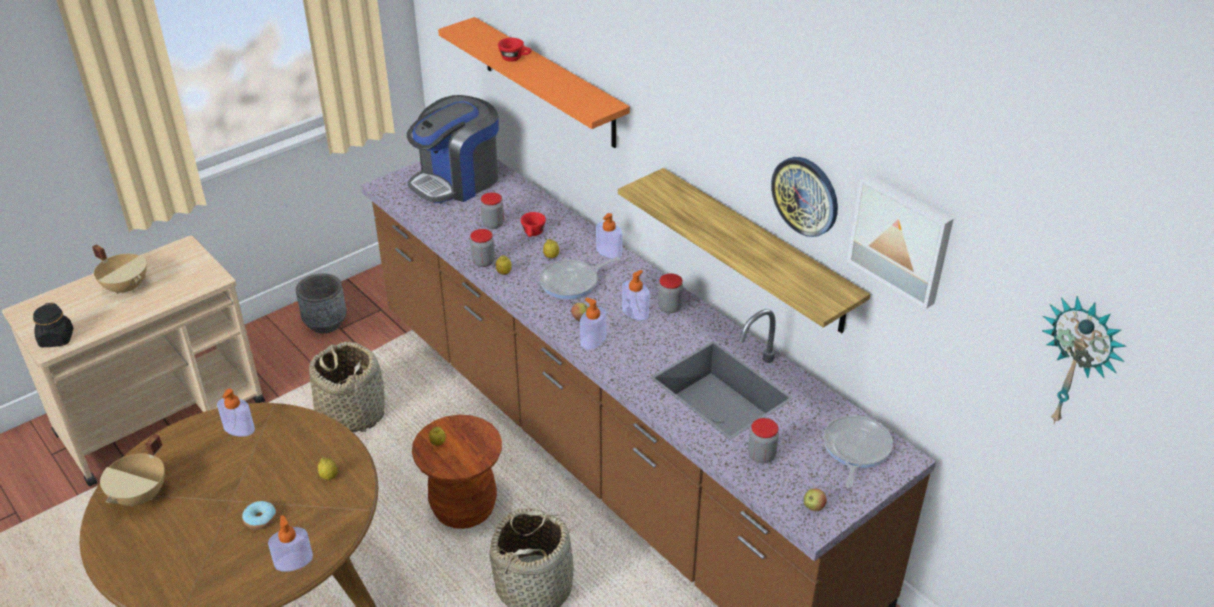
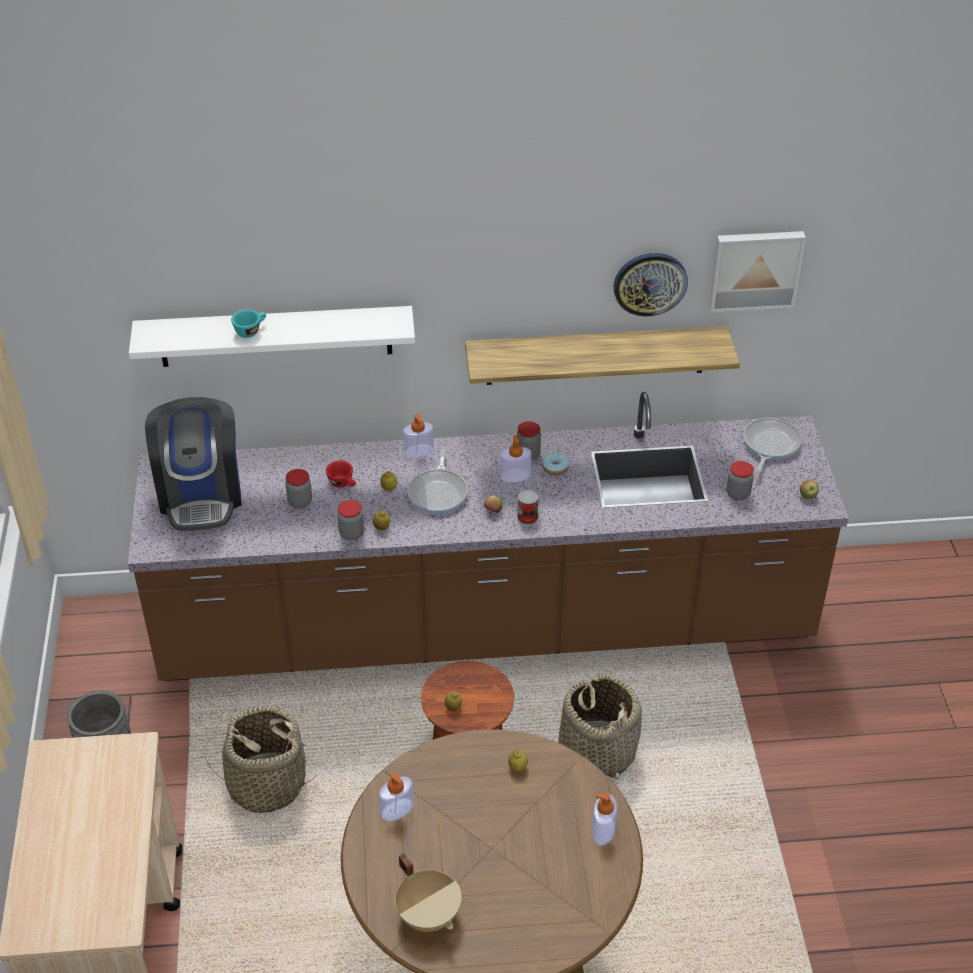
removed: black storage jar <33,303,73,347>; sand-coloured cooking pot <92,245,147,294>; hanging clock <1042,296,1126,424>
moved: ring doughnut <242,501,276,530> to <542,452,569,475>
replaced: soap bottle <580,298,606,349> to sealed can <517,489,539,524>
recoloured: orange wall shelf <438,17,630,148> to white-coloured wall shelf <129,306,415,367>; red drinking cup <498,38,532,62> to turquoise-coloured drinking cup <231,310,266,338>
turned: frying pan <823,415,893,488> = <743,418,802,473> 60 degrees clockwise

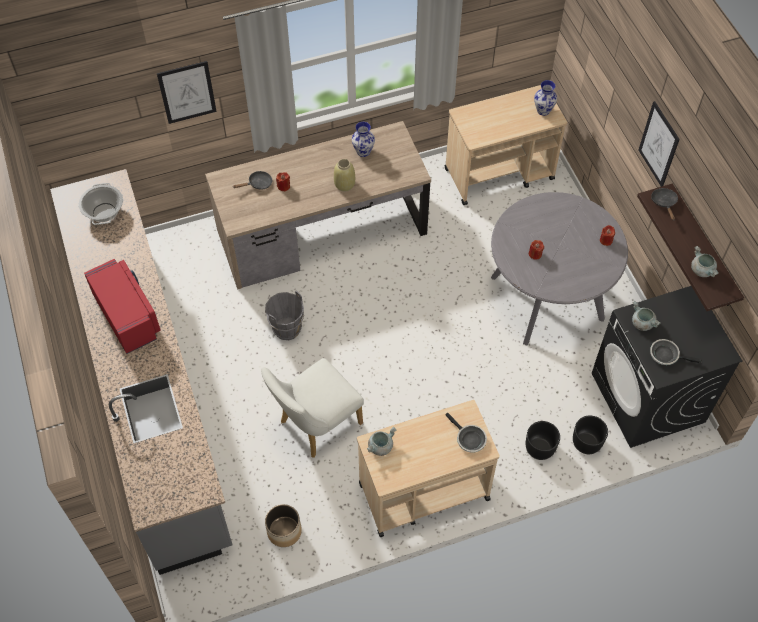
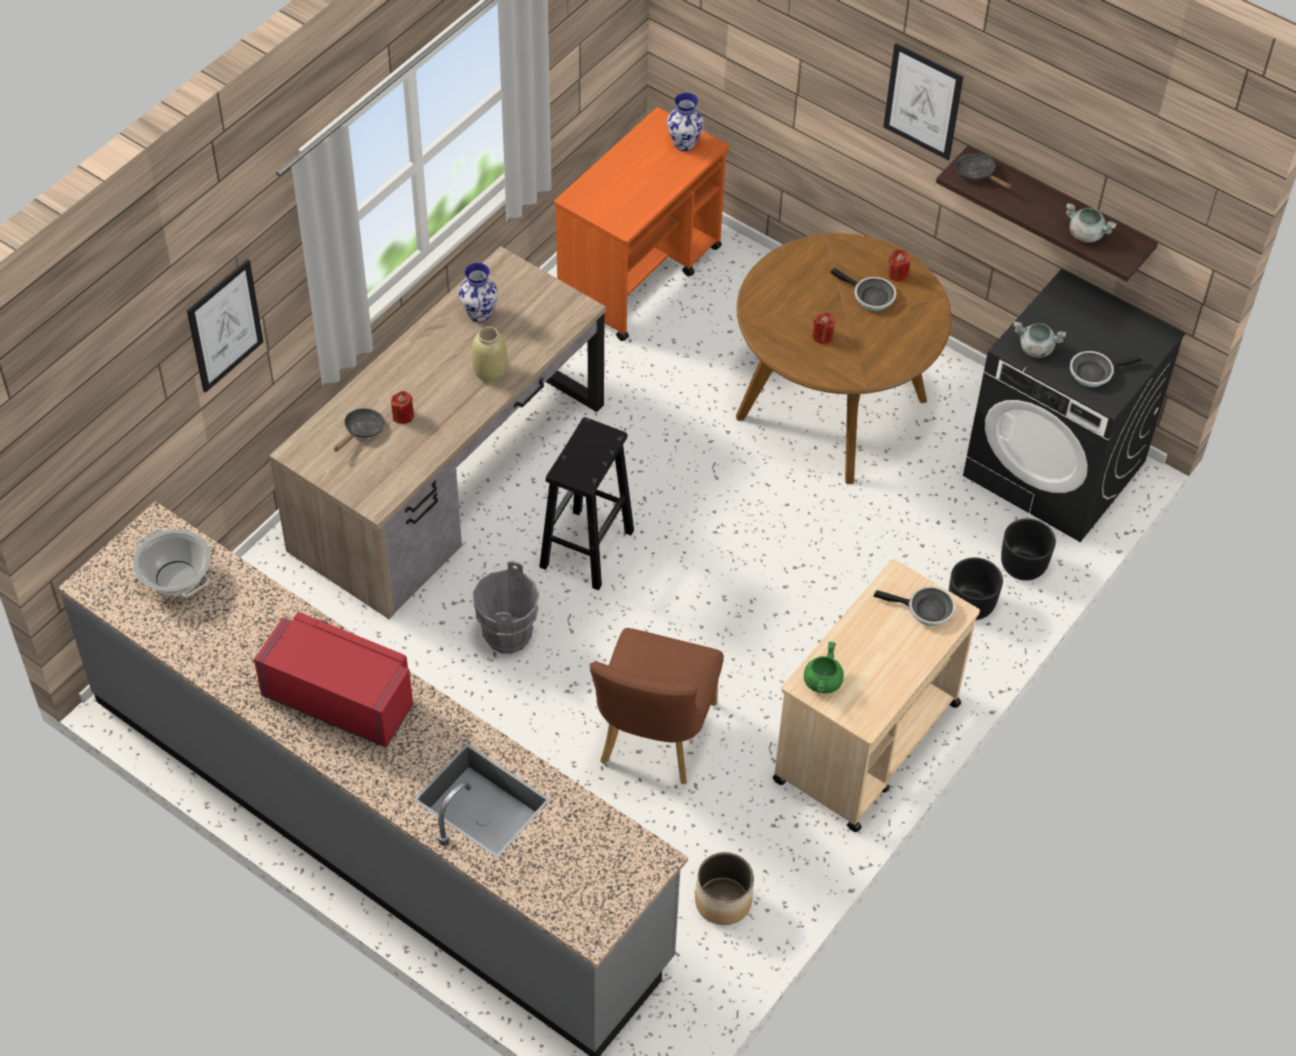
added: black stool <539,417,634,591>; frying pan <831,268,896,311>
recoloured: sand-coloured trolley <444,85,568,205> to orange trolley <554,107,729,341>; white-coloured upright chair <261,358,364,458> to brownish upright chair <590,628,724,784>; grey kitchen table <491,192,628,345> to brownish kitchen table <736,233,952,484>; grey cooking pot <367,427,397,456> to green cooking pot <804,641,844,694>

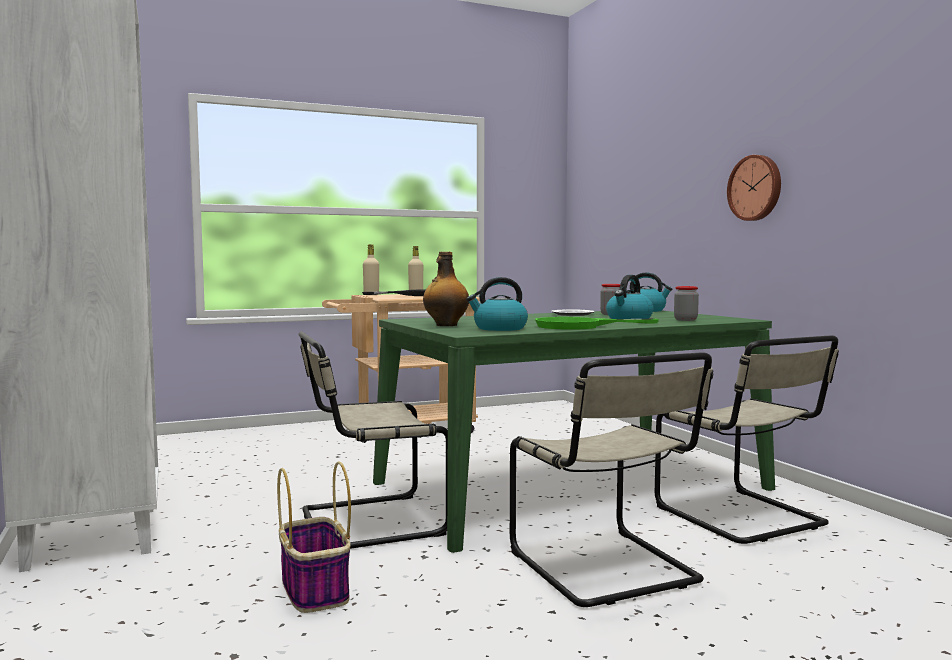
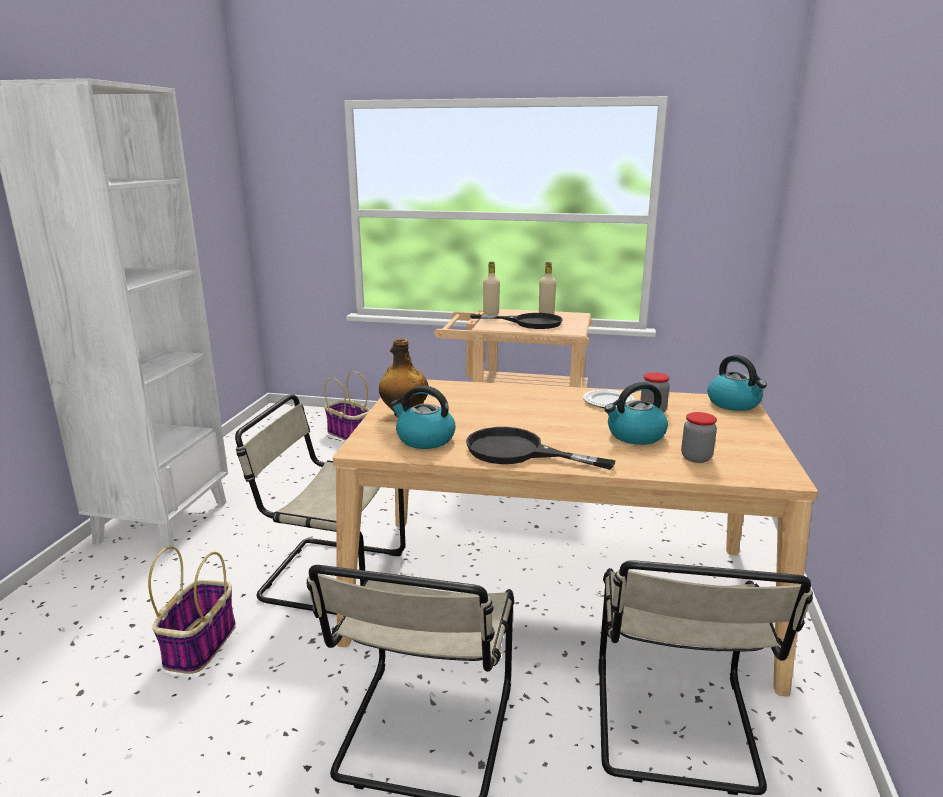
removed: hanging clock <727,155,781,221>
added: storage basket <324,371,370,441>
recoloured: green kitchen table <373,311,775,553> to sand-coloured kitchen table <333,380,818,697>; green frying pan <535,317,659,330> to black frying pan <466,427,616,470>

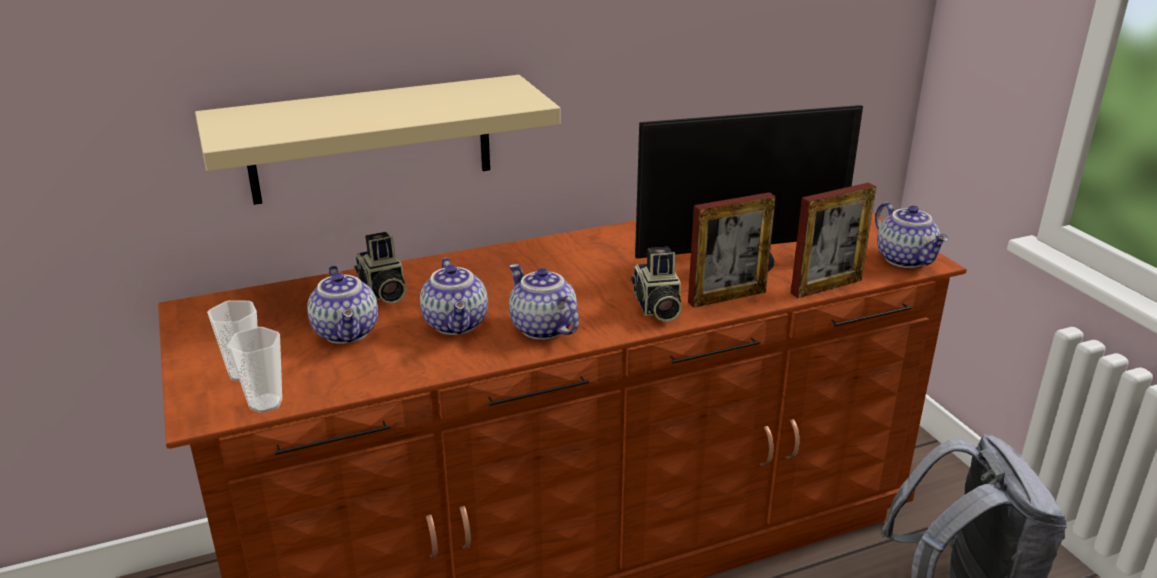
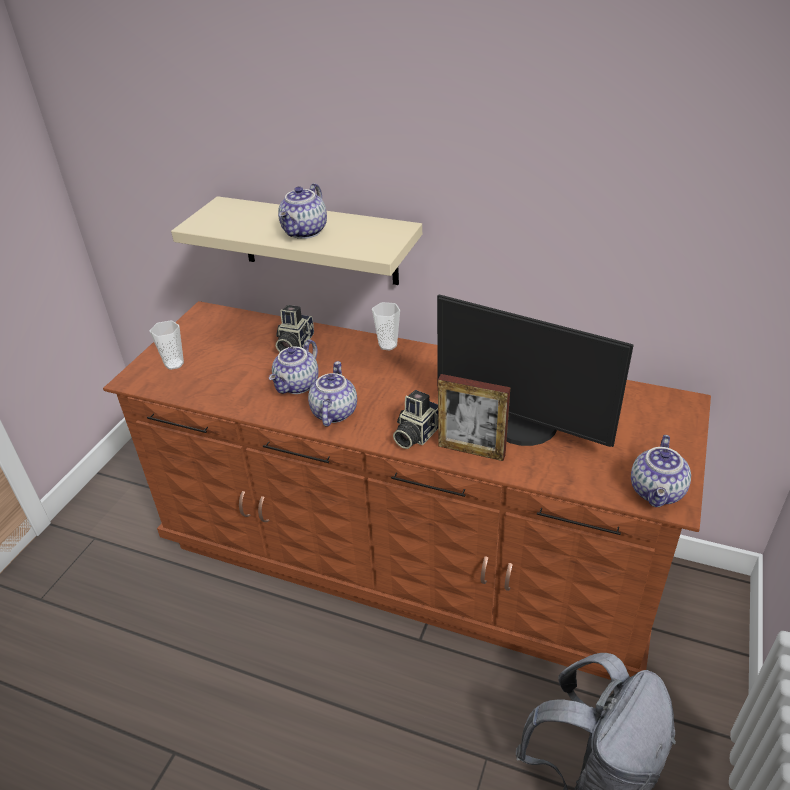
removed: picture frame <791,183,876,298>
moved: pot for tea <307,266,378,344> to <278,183,327,239>; drinking cup <227,327,282,413> to <372,302,400,350>

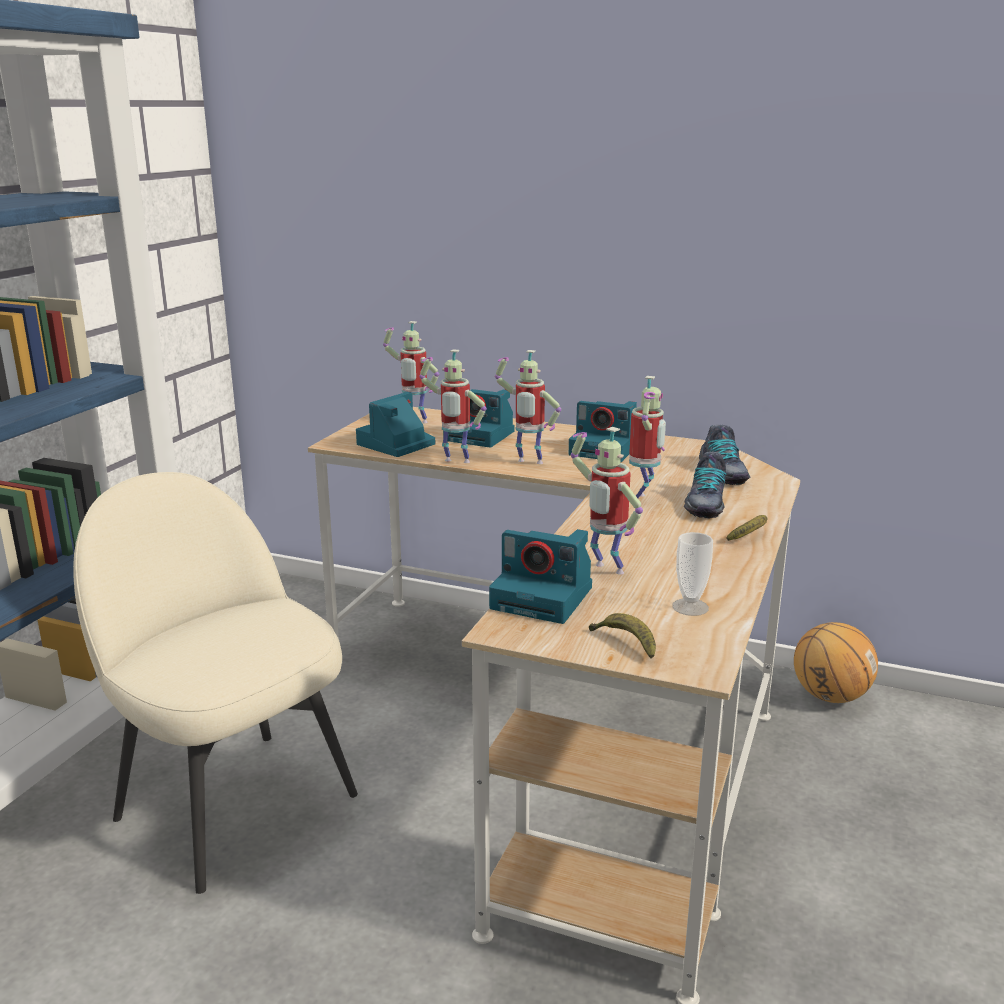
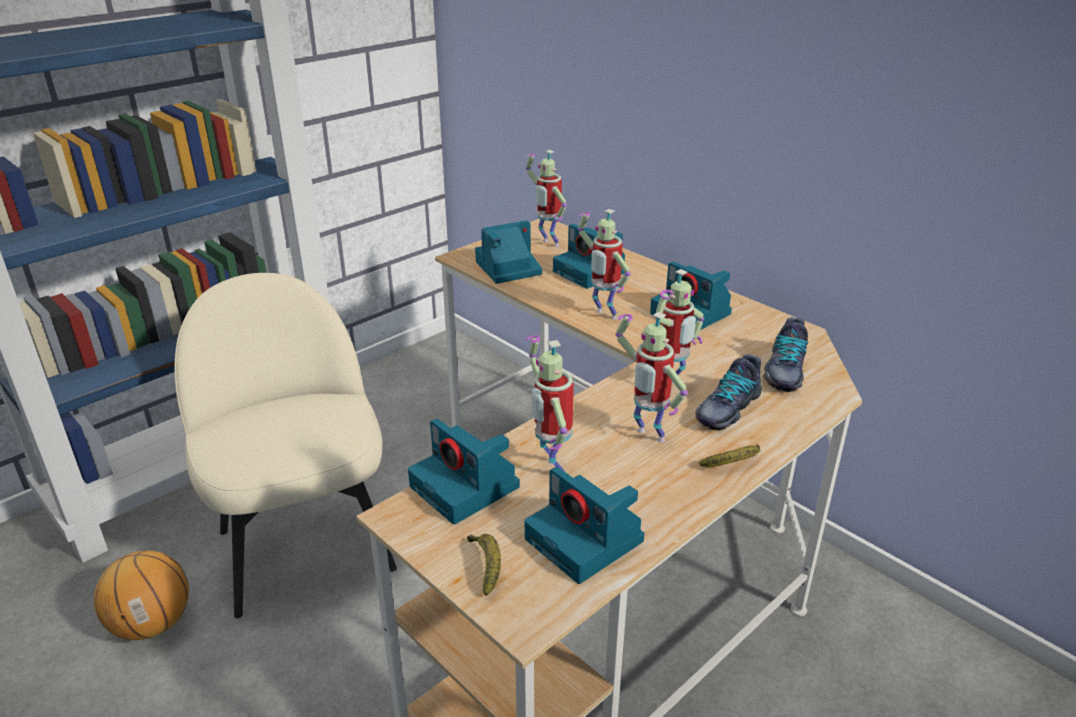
moved: ball for basketball <794,622,878,703> to <94,551,189,640>; robot figure <419,349,487,463> to <616,312,688,443>
replaced: drinking cup <672,532,713,616> to photo camera <524,466,644,584>

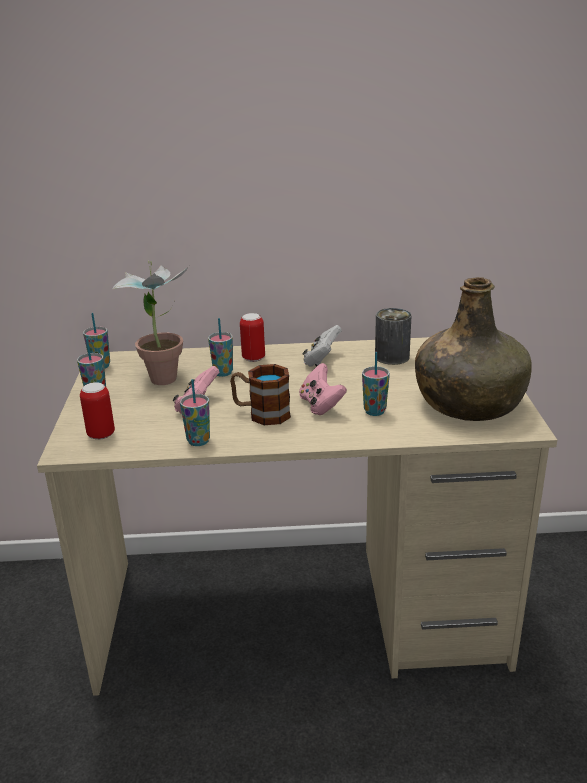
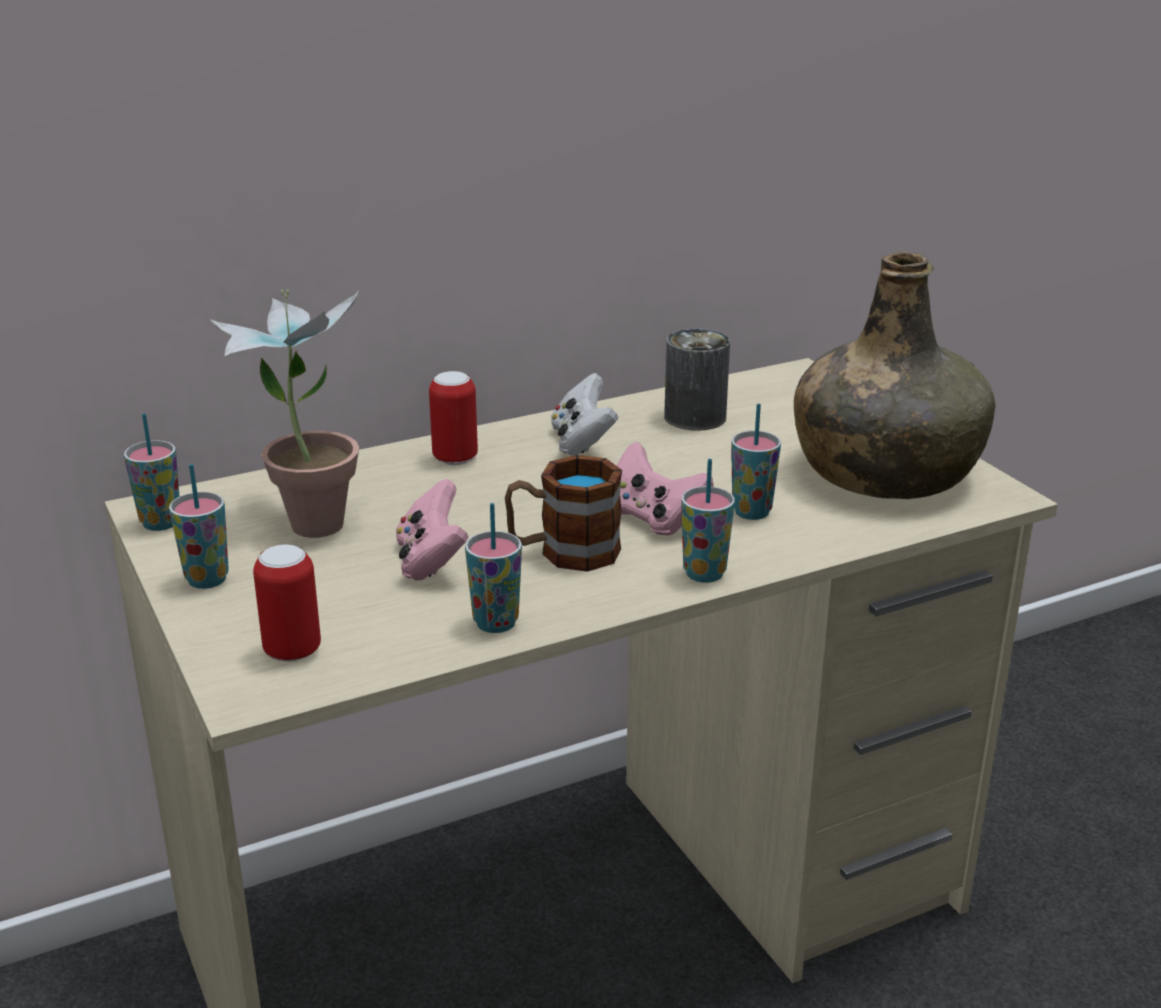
moved: drinking cup <208,318,233,377> to <681,459,735,583>

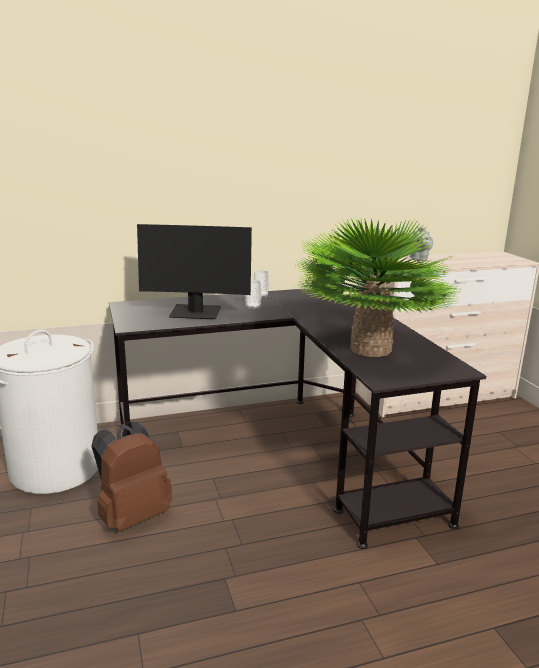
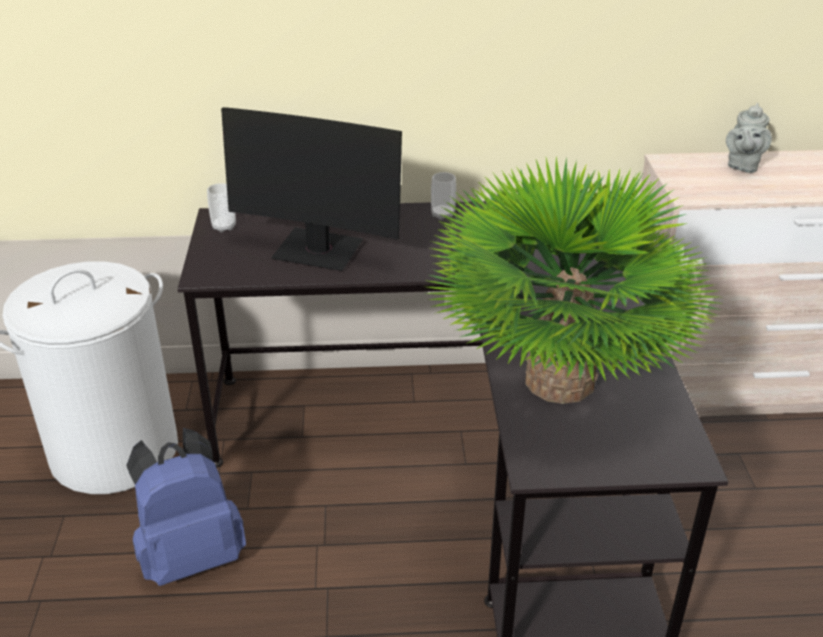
moved: drinking cup <245,280,261,310> to <207,183,236,232>
recoloured: brownish rucksack <91,421,173,531> to bluish rucksack <126,428,246,586>

